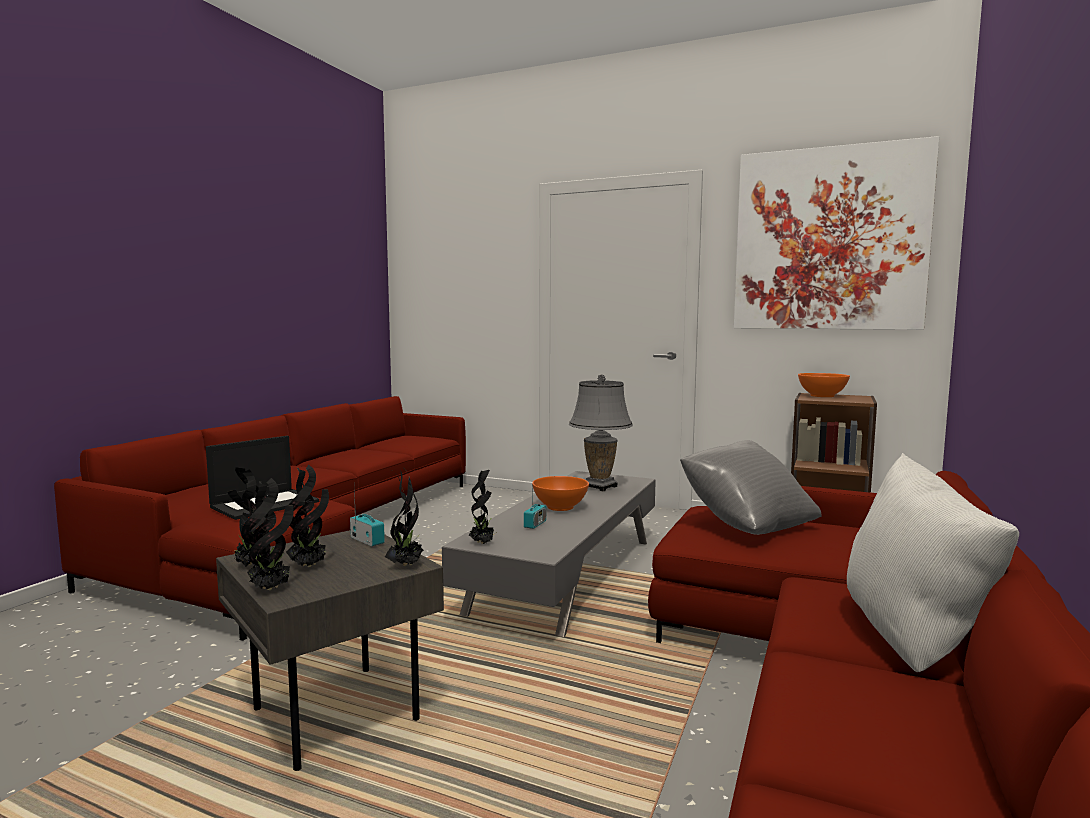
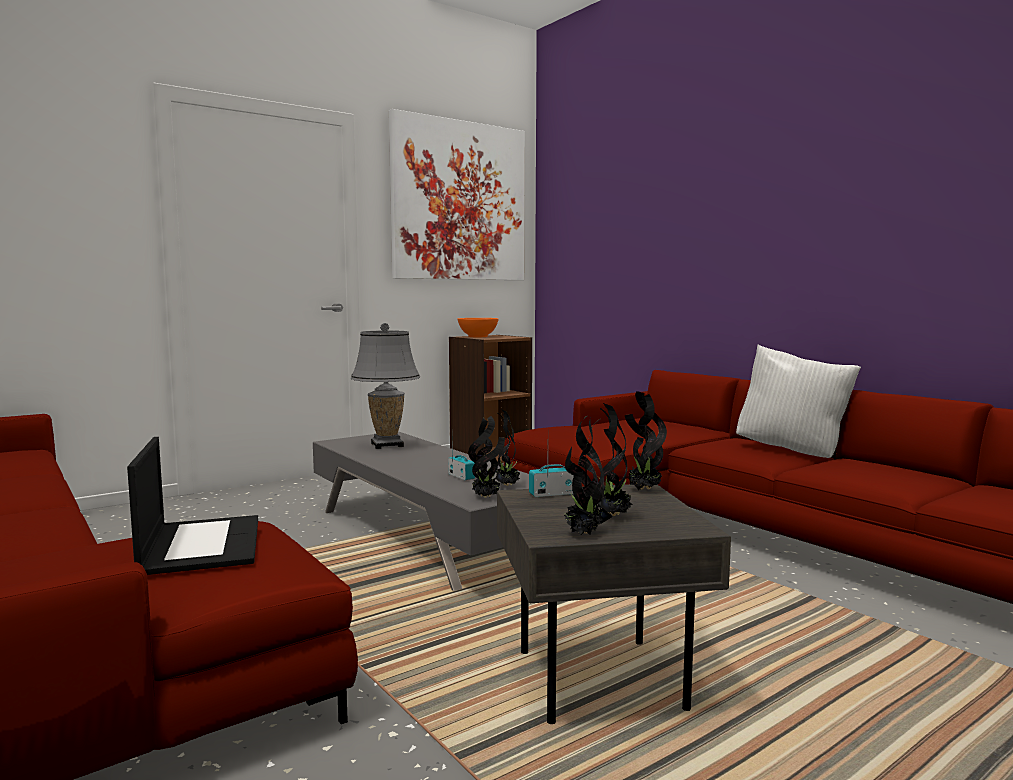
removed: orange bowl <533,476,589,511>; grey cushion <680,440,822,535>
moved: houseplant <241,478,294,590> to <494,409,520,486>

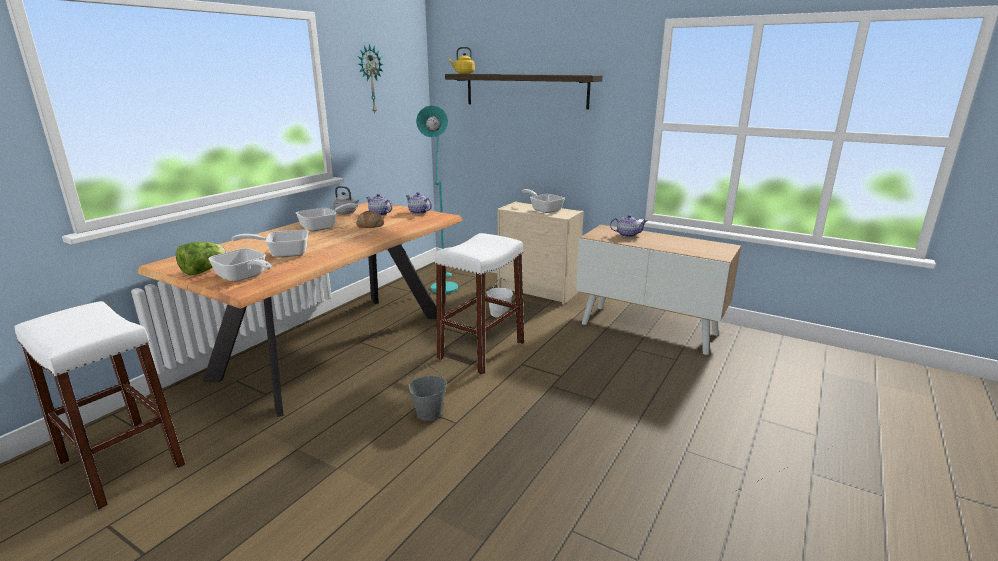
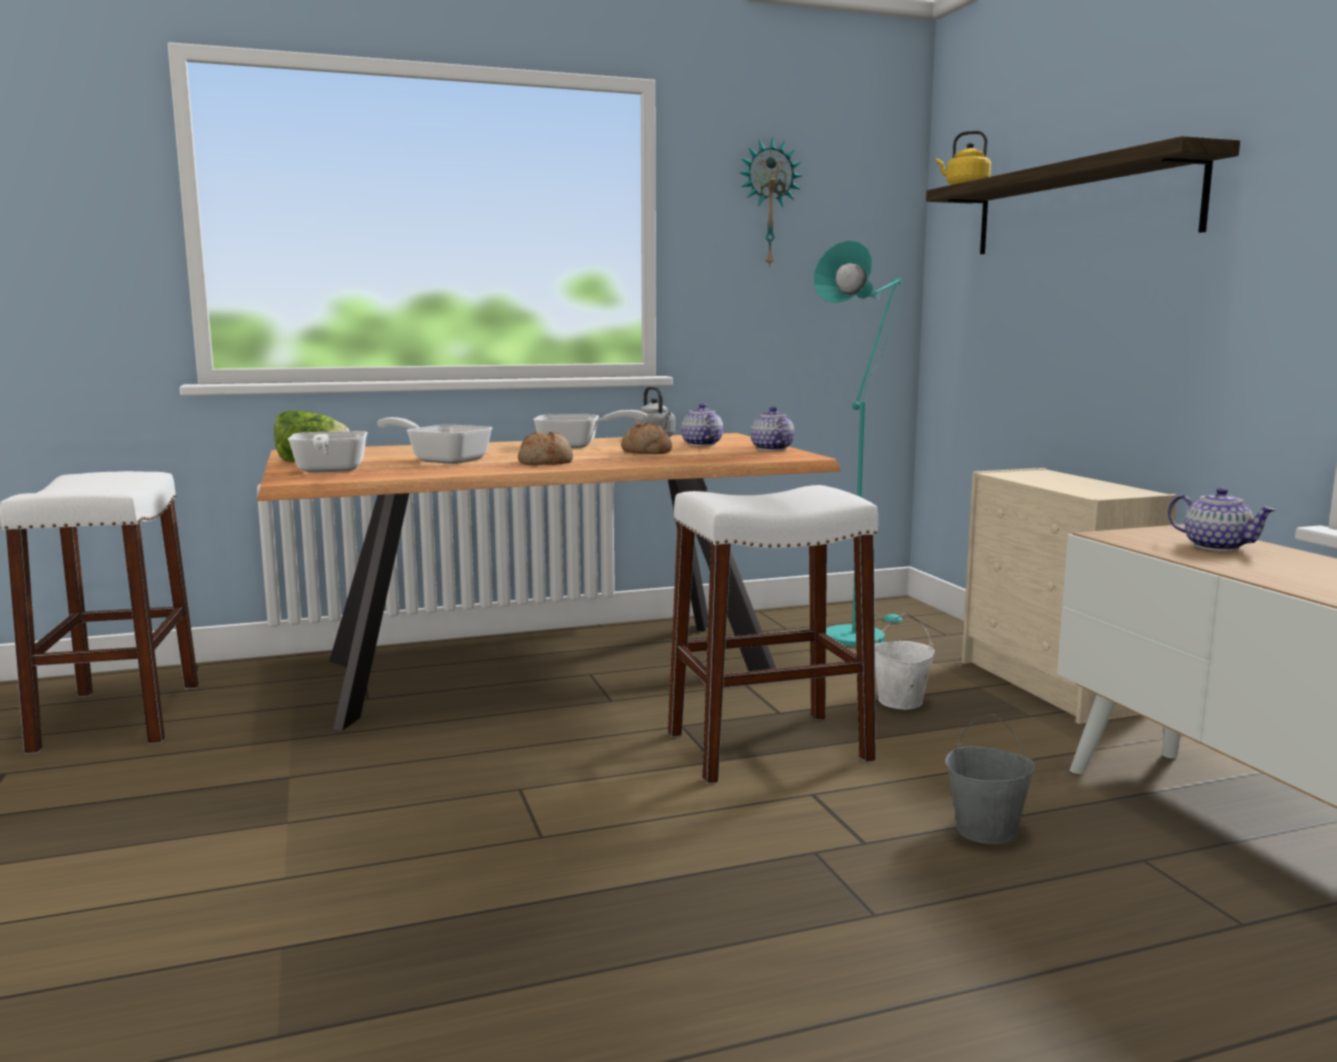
removed: frying pan <522,189,565,213>
added: bread <518,432,573,465>
moved: grey bucket <409,365,447,421> to <945,714,1035,844>

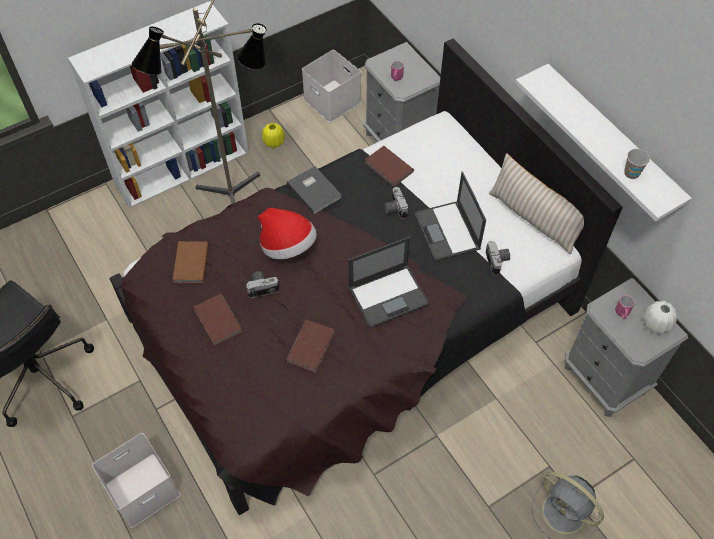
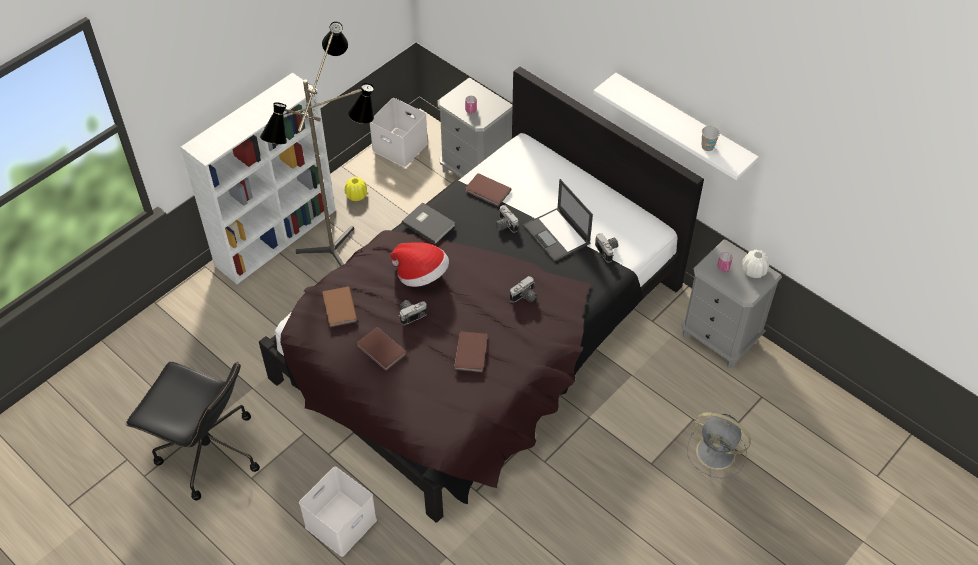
removed: sand-coloured cushion <488,153,584,255>
replaced: notebook computer <348,237,430,328> to photo camera <510,276,537,303>

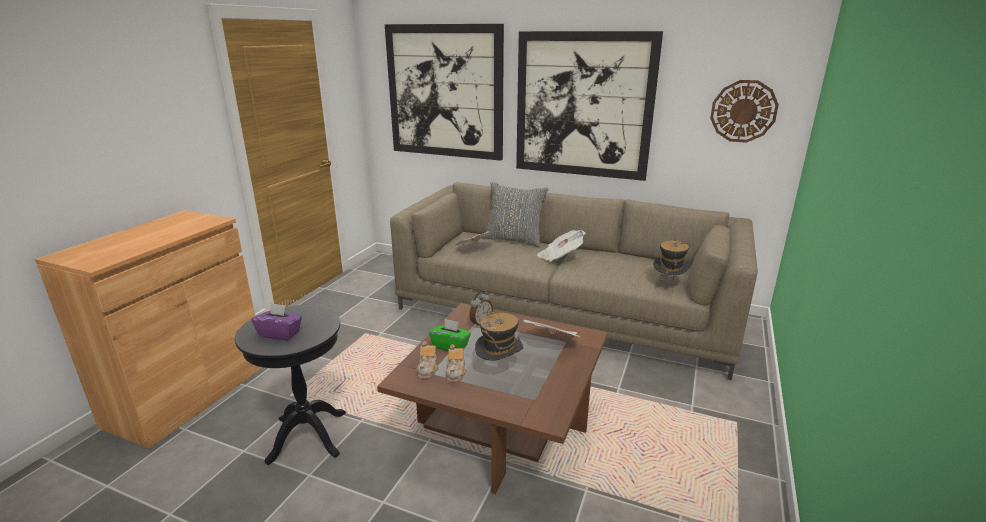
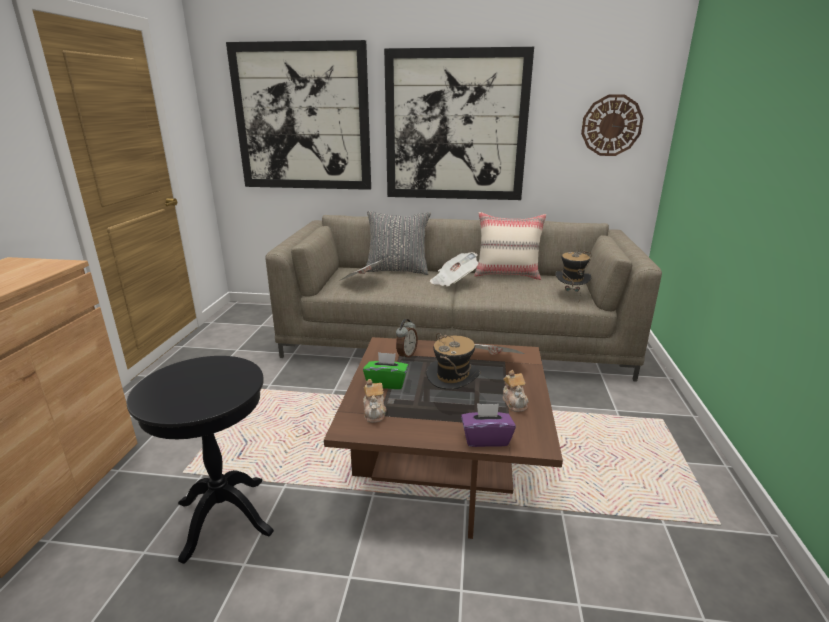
added: sand-coloured cushion <475,212,546,280>
moved: purple-coloured box of tissues <251,303,302,340> to <461,403,516,447>; pot for tea <446,344,467,382> to <503,370,528,412>

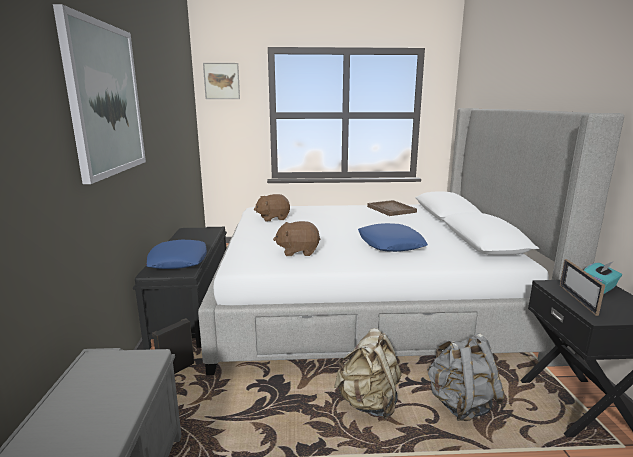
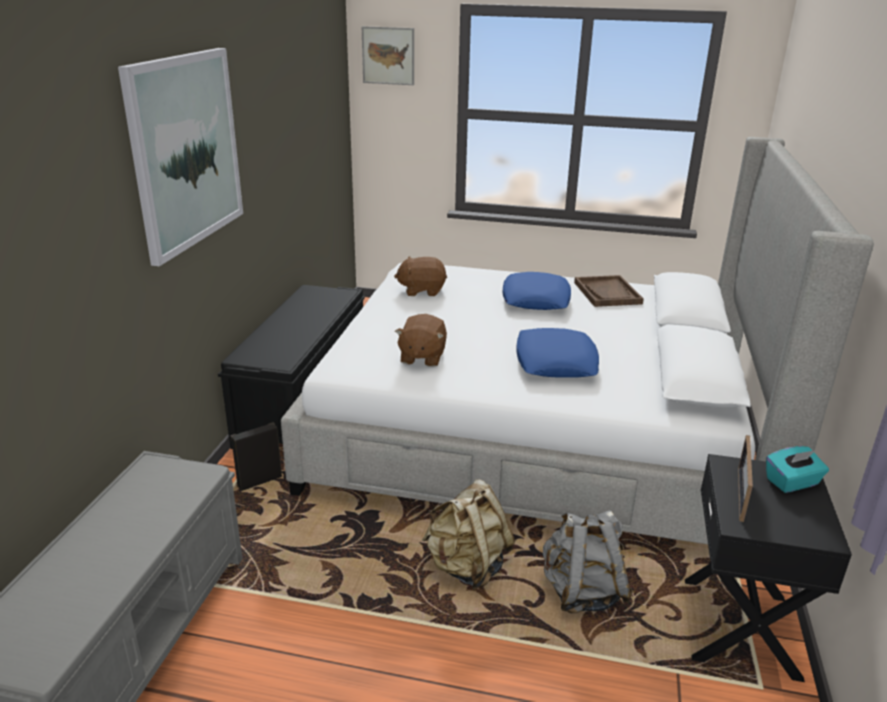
moved: bluish cushion <146,240,207,269> to <503,272,571,310>
turned: brownish cuddly toy <273,221,320,256> = <395,314,447,367> 90 degrees counterclockwise

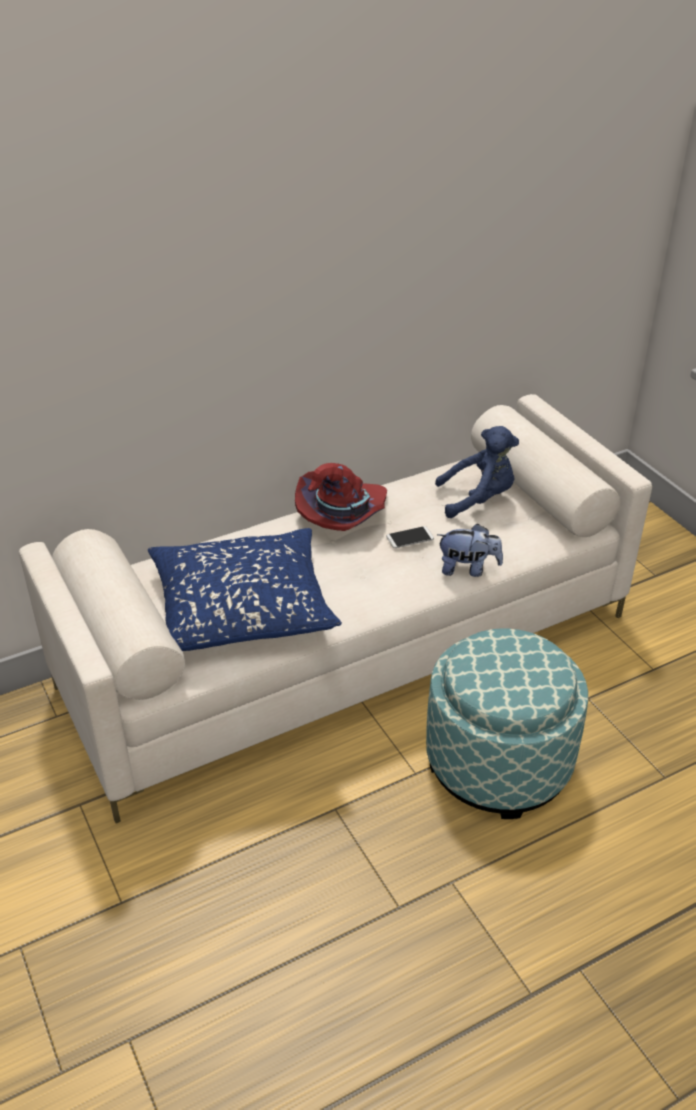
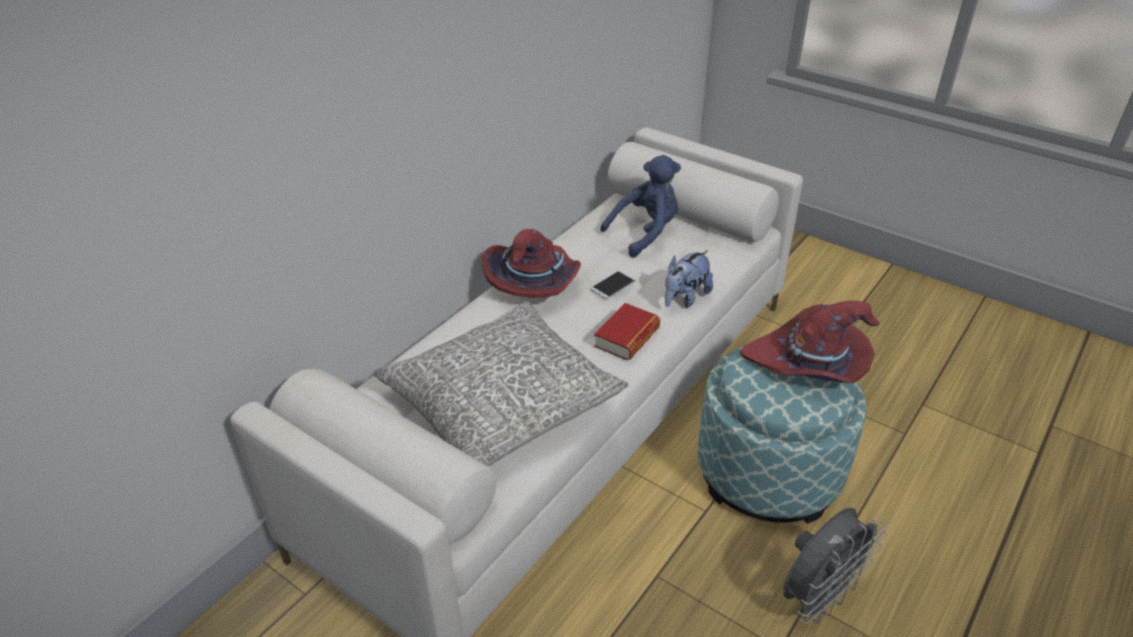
added: book <594,303,660,361>; red wearable hat <740,301,880,383>; grey cooling fan <783,507,887,624>
recoloured: bluish cushion <148,528,342,651> to grey cushion <372,302,629,467>
turned: cuddly toy <437,524,503,577> = <665,250,713,308> 150 degrees clockwise

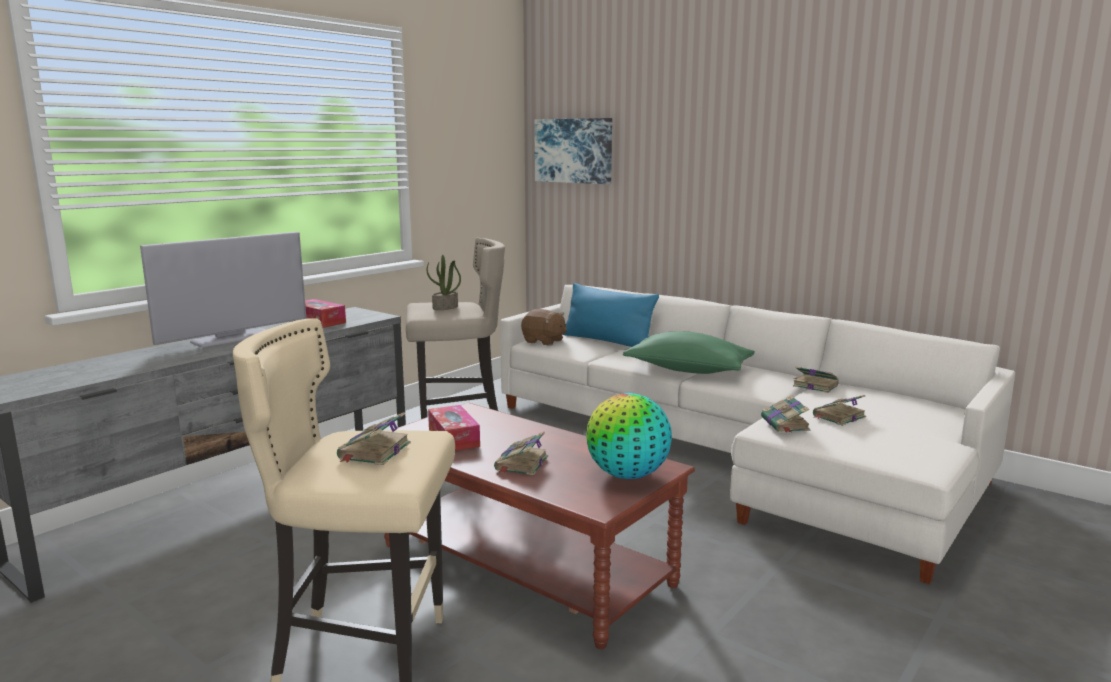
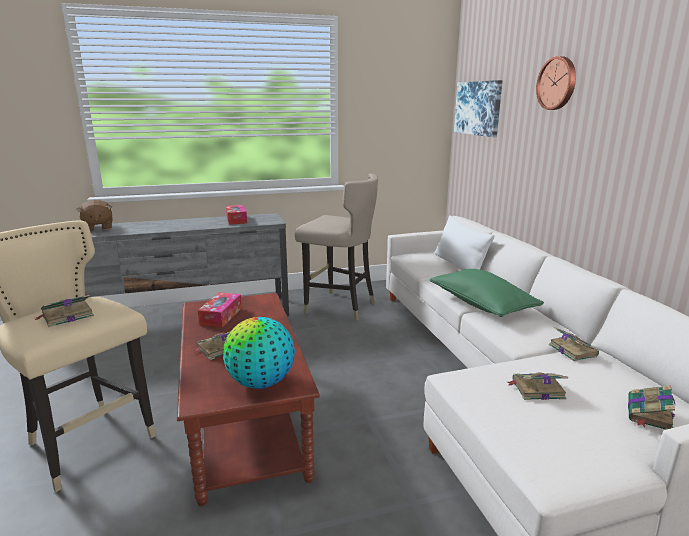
removed: television <140,232,307,348>; houseplant <427,255,461,310>
added: hanging clock <536,56,576,110>
moved: brownish cuddly toy <521,309,567,346> to <76,200,112,231>; book <761,395,811,433> to <628,385,675,430>
recoloured: bluish cushion <563,283,659,347> to white-coloured cushion <435,215,495,270>

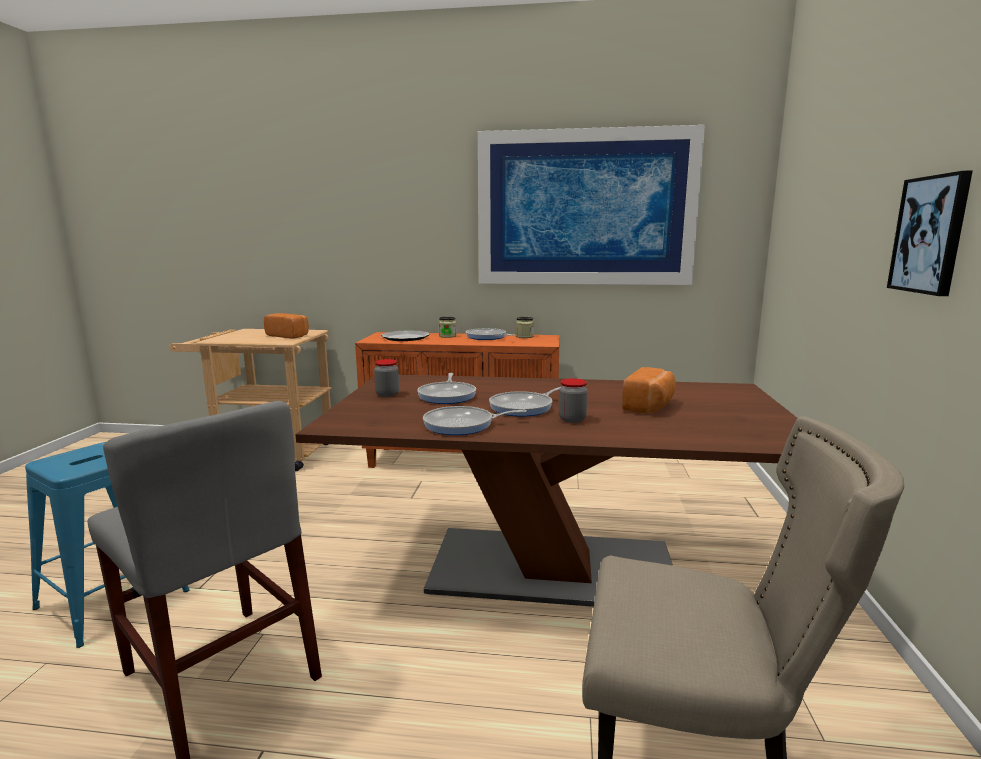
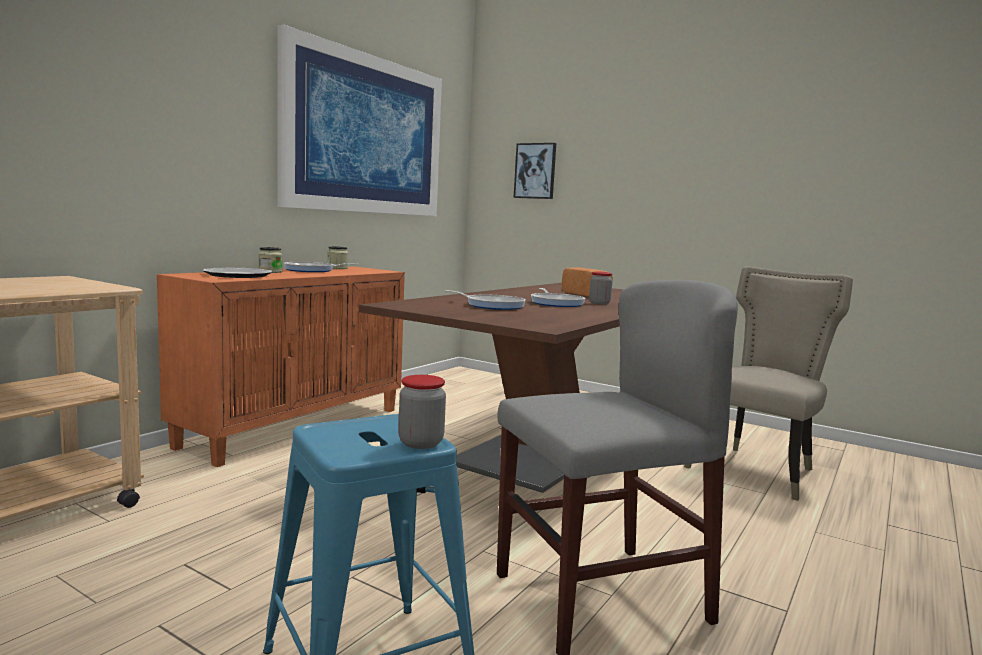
removed: bread <264,313,309,339>; frying pan <423,406,527,435>
moved: storage jar <374,359,399,397> to <398,375,446,449>; wall art <887,171,973,296> to <514,143,556,199>

